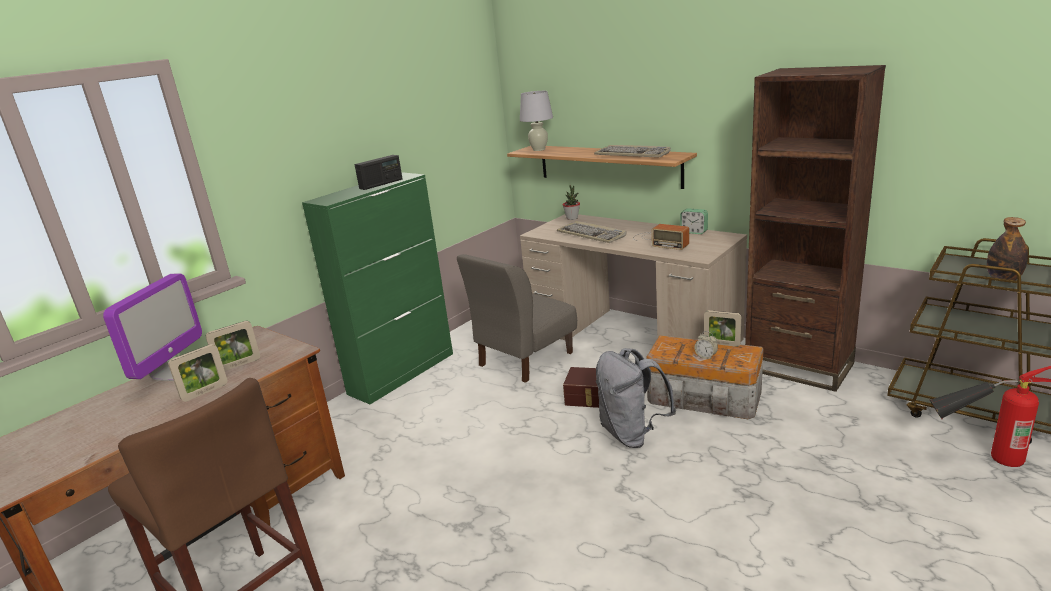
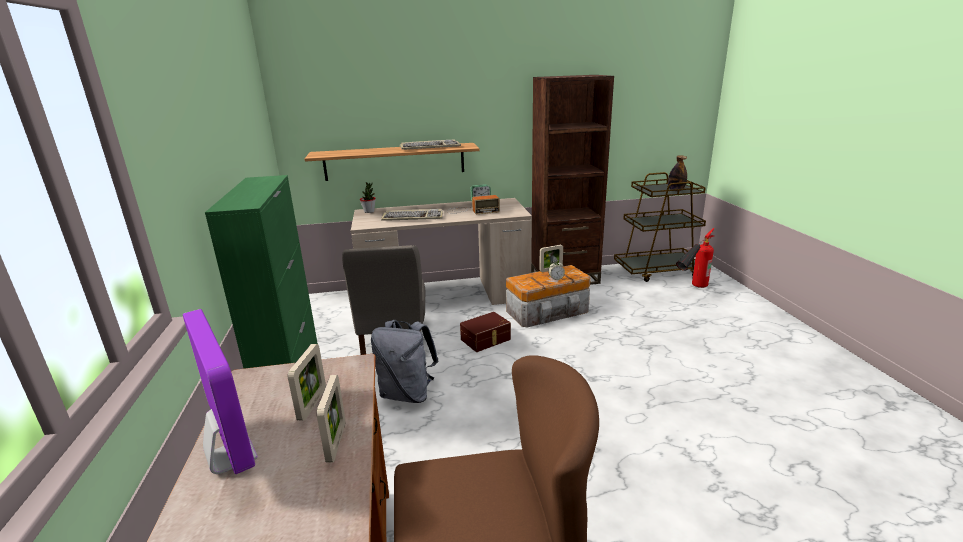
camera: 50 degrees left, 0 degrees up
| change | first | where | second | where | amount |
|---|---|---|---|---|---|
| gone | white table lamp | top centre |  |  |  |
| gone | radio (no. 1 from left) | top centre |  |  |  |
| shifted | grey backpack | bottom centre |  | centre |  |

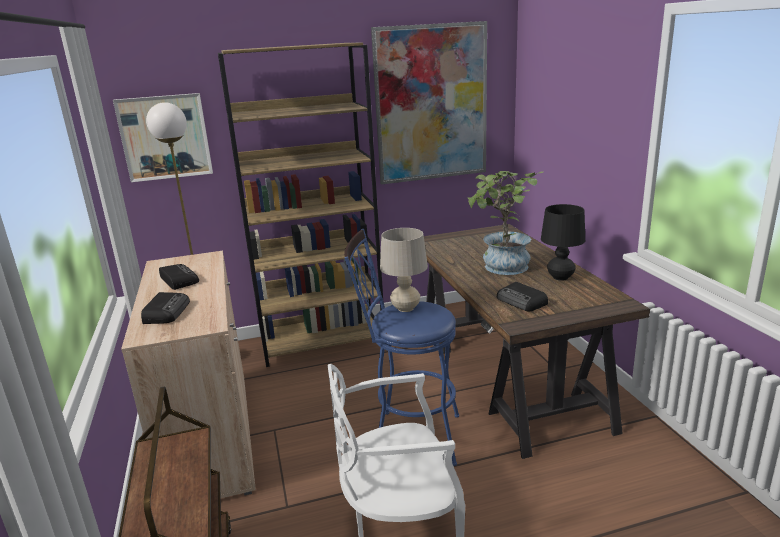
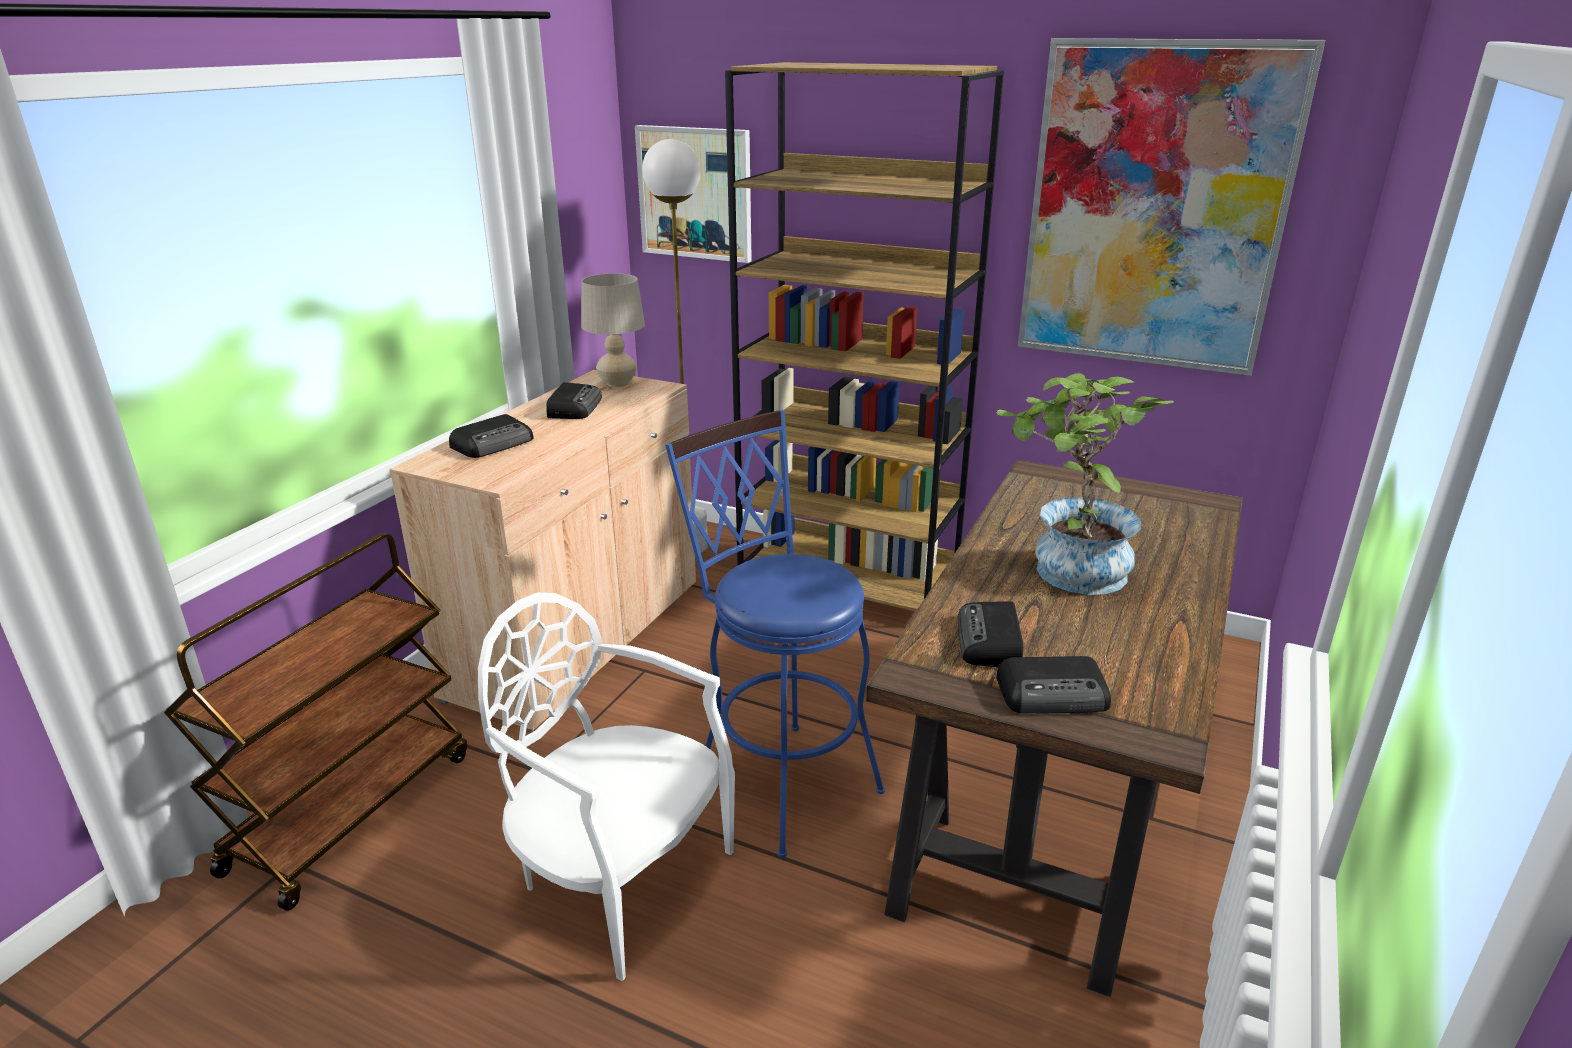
camera: 40 degrees right, 5 degrees up
| change | first | where | second | where | amount |
|---|---|---|---|---|---|
| gone | black table lamp | middle right |  |  |  |
| shifted | beige table lamp | centre |  | top centre |  |
| new |  |  | radio (no. 4 from left) | middle right |  |

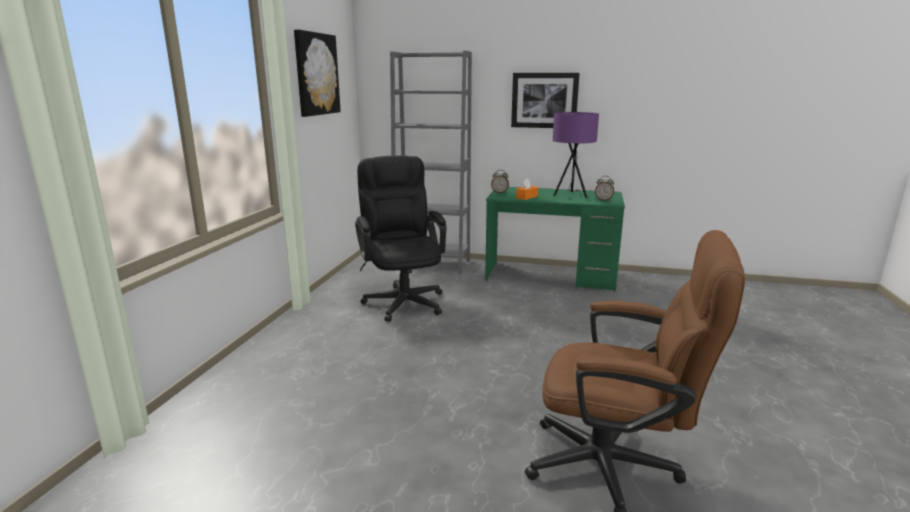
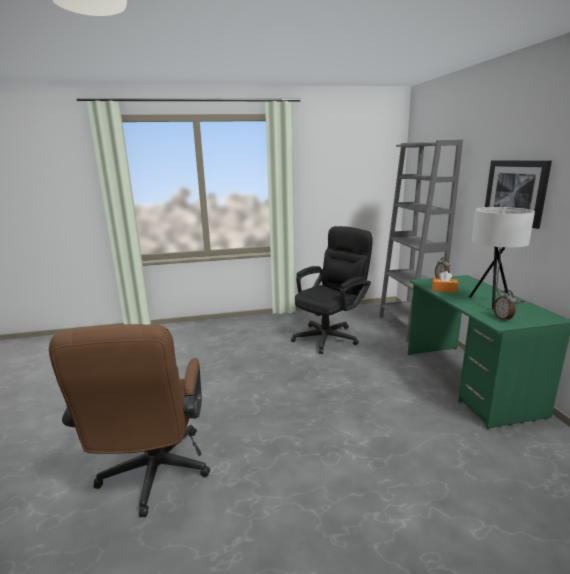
camera: 65 degrees right, 0 degrees up
| change | first | where | second | where | amount |
|---|---|---|---|---|---|
| gone | picture (no. 1 from left) | top centre |  |  |  |
| repainted | purple table lamp | top centre | white table lamp | middle right |  |

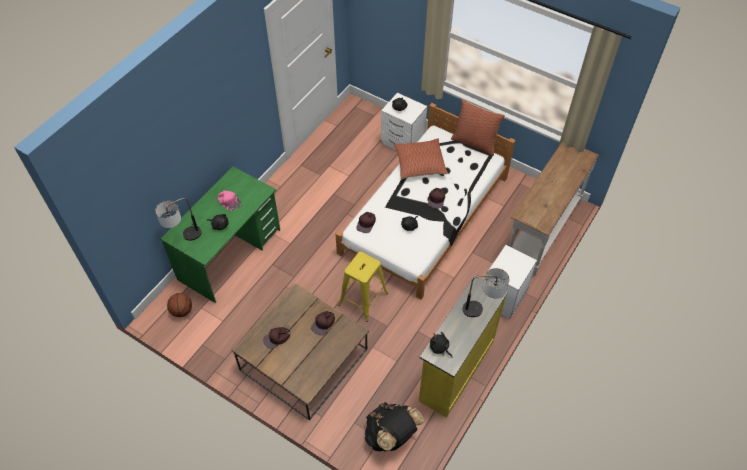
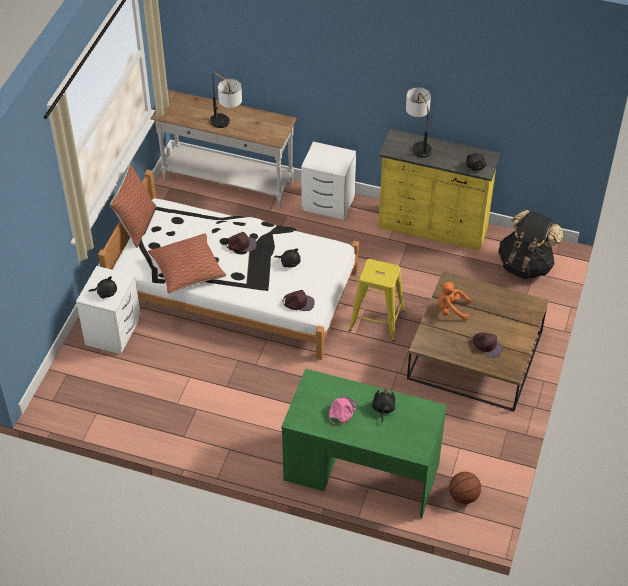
camera: 105 degrees left, 5 degrees down
| change | first | where | second | where | amount |
|---|---|---|---|---|---|
| shifted | table lamp (no. 1 from left) | middle left |  | top centre |  |
| swapped | brown cap (no. 2 from left) | bottom centre | orange plush toy | middle right |  |

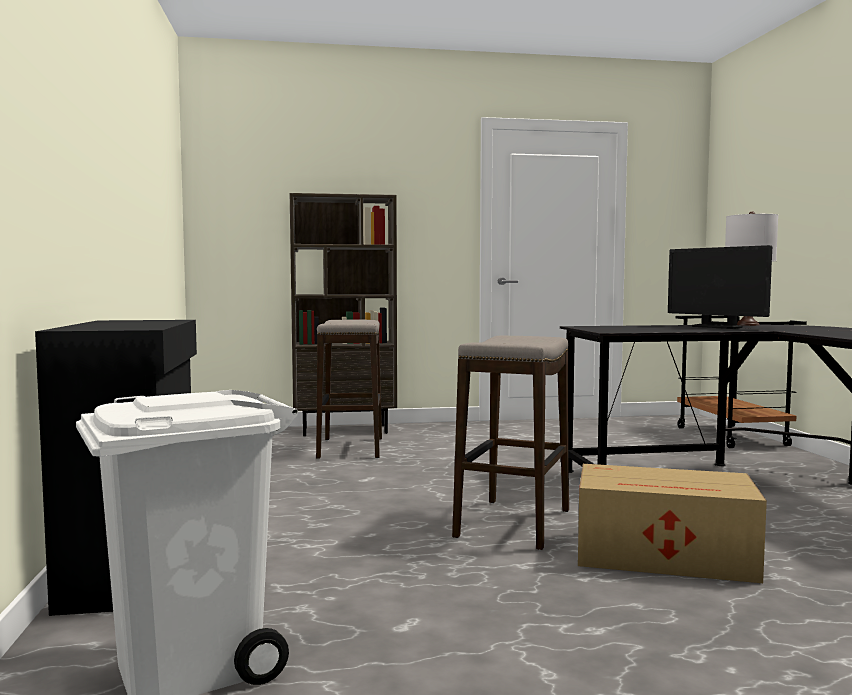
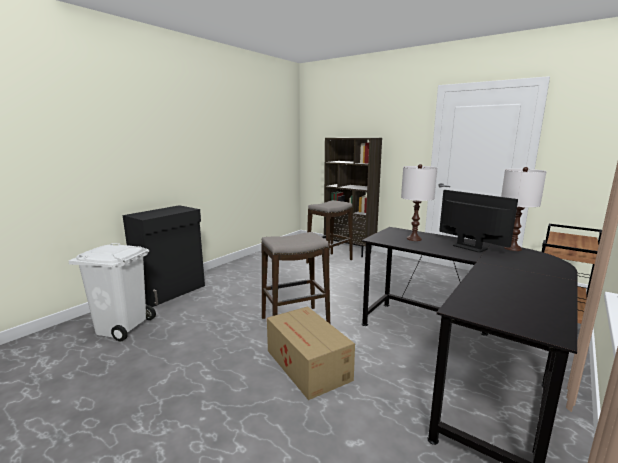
camera: 45 degrees right, 10 degrees up
| change | first | where | second | where | amount |
|---|---|---|---|---|---|
| rotated | monitor | middle right |  | middle right | 135 degrees clockwise |
| new |  |  | white table lamp (no. 1 from left) | middle right |  |

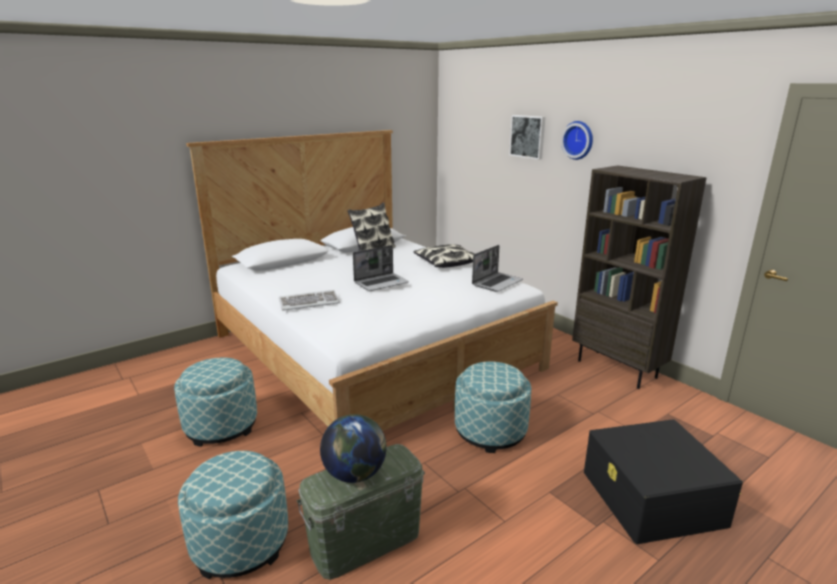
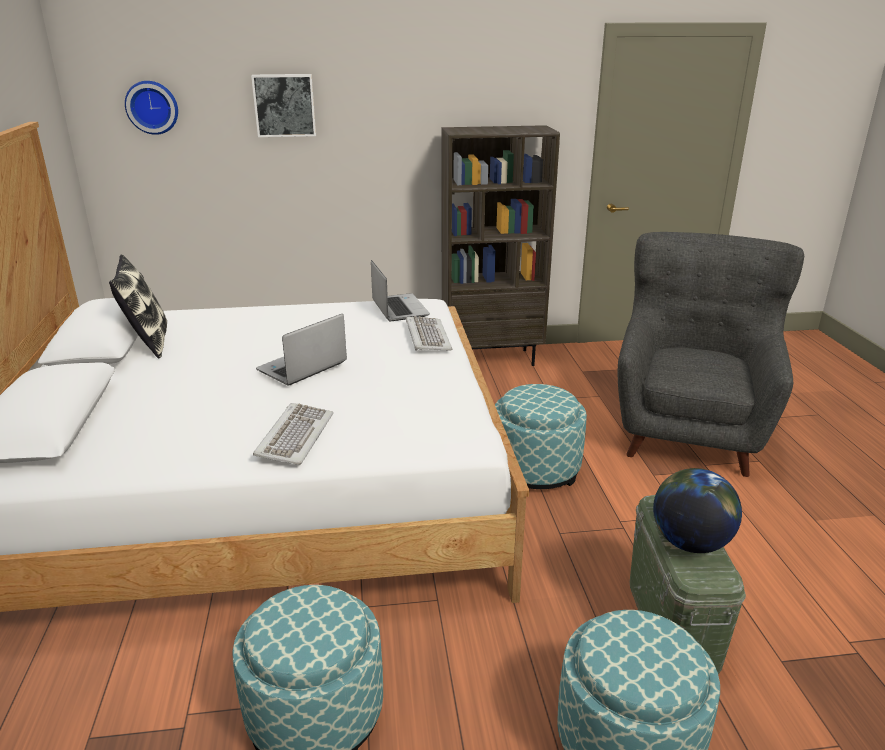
camera: 60 degrees left, 5 degrees up
| change | first | where | second | where | amount |
|---|---|---|---|---|---|
| shifted | wall clock | top right |  | top left |  |
| gone | pillow (no. 2 from left) | centre |  |  |  |
| rotated | laptop (no. 1 from left) | centre |  | centre | 135 degrees counterclockwise |
| swapped | black storage box | bottom right | grey armchair | middle right |  |
| new |  |  | keyboard (no. 2 from left) | centre |  |

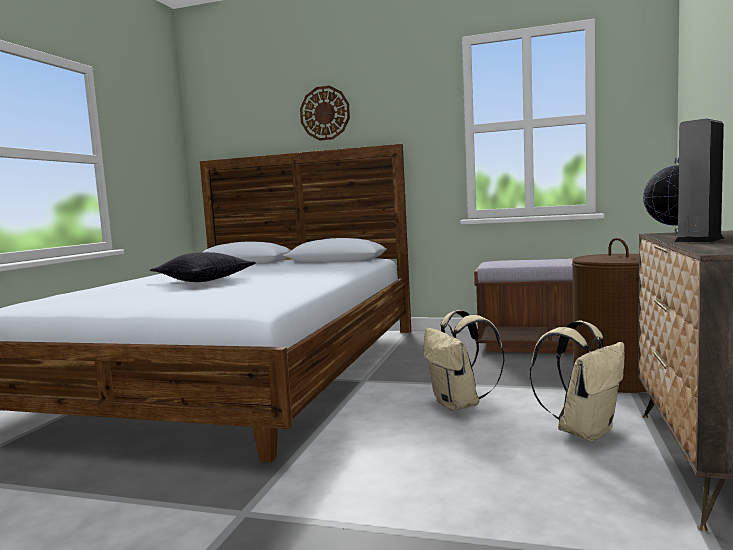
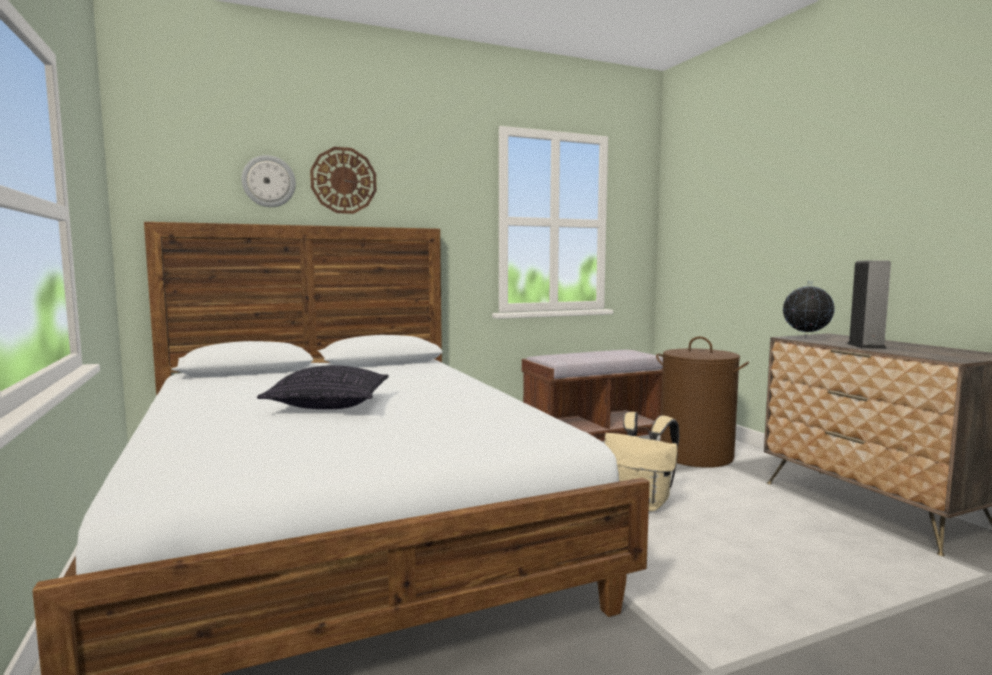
camera: 40 degrees left, 0 degrees up
| change | first | where | second | where | amount |
|---|---|---|---|---|---|
| gone | beige backpack (no. 2 from left) | bottom right |  |  |  |
| new |  |  | wall clock (no. 1 from left) | top left |  |

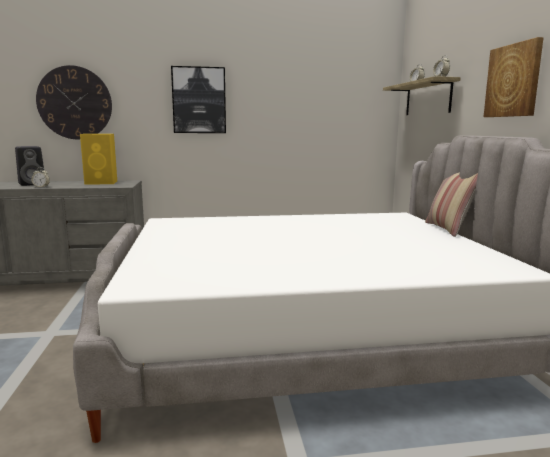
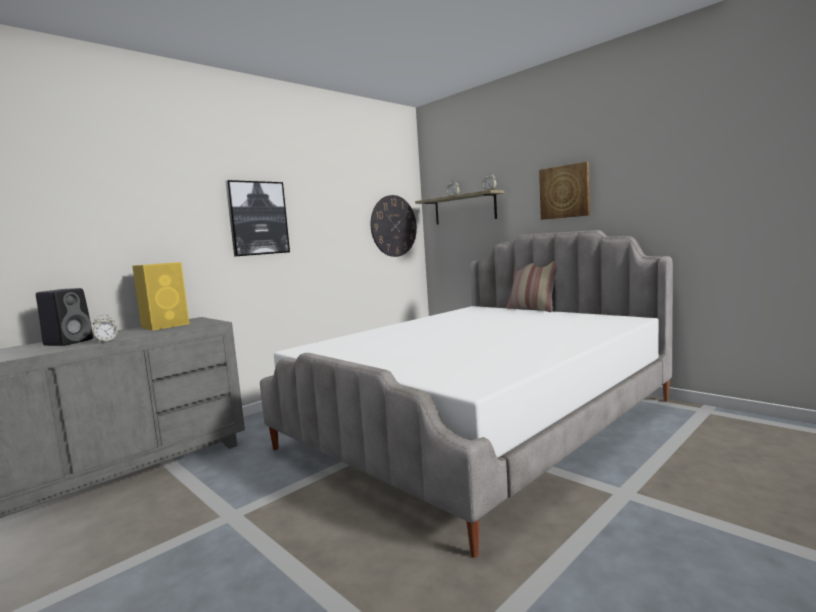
camera: 35 degrees left, 5 degrees down
| change | first | where | second | where | amount |
|---|---|---|---|---|---|
| shifted | wall clock | top left |  | centre |  |

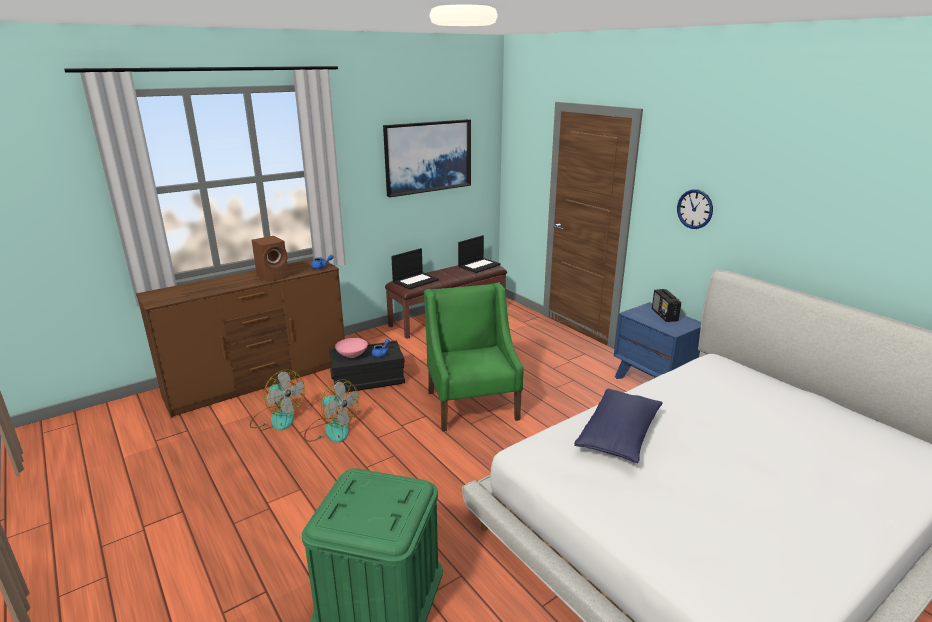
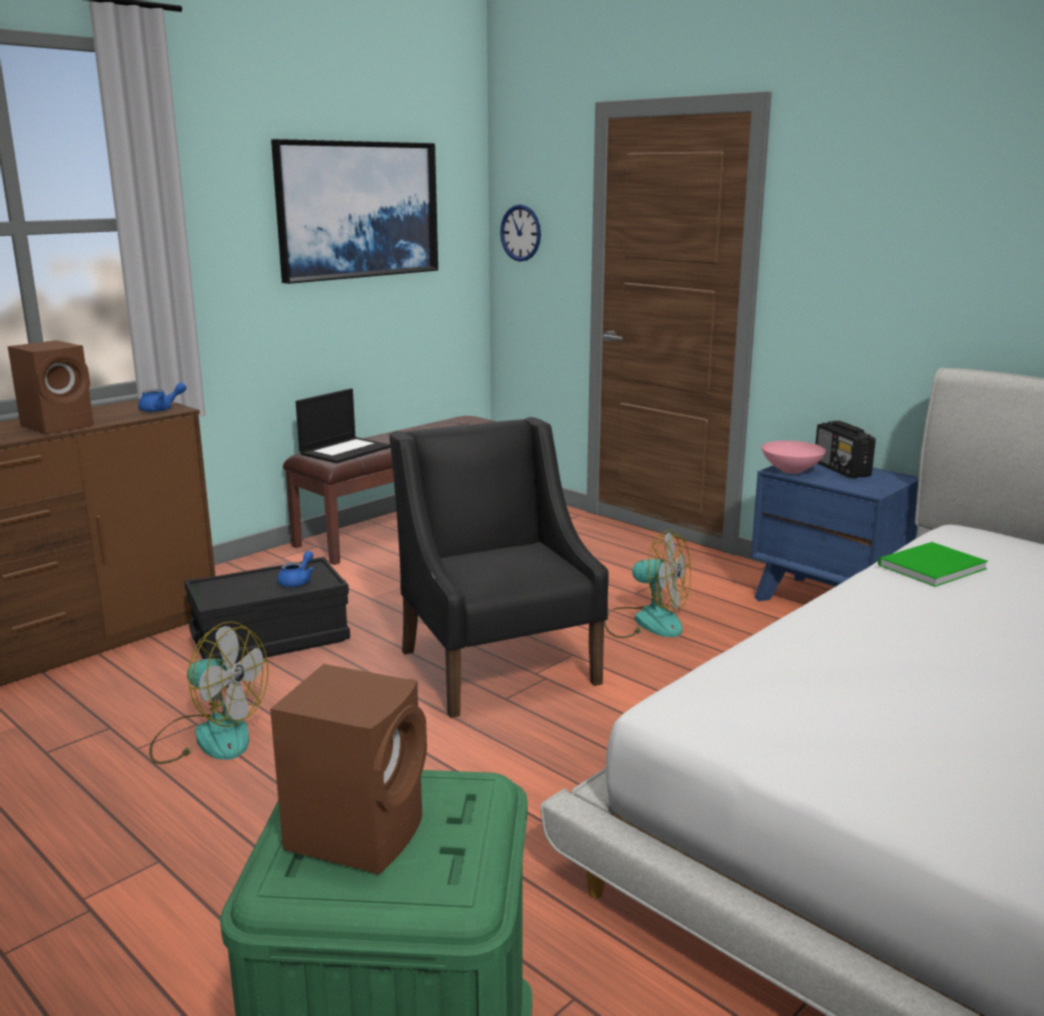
camera: 10 degrees left, 5 degrees down
| change | first | where | second | where | amount |
|---|---|---|---|---|---|
| shifted | wall clock | middle right |  | top centre |  |
| gone | laptop (no. 2 from left) | centre |  |  |  |
| repainted | green armchair | centre | black armchair | centre |  |
| shifted | pink bowl | centre |  | middle right |  |
| shifted | fan (no. 1 from left in the first image) | middle left | fan (no. 2 from left) | centre |  |
| gone | blue pillow | bottom centre |  |  |  |
| new |  |  | green book | middle right |  |
| new |  |  | brown speaker (no. 2 from left) | bottom centre |  |

